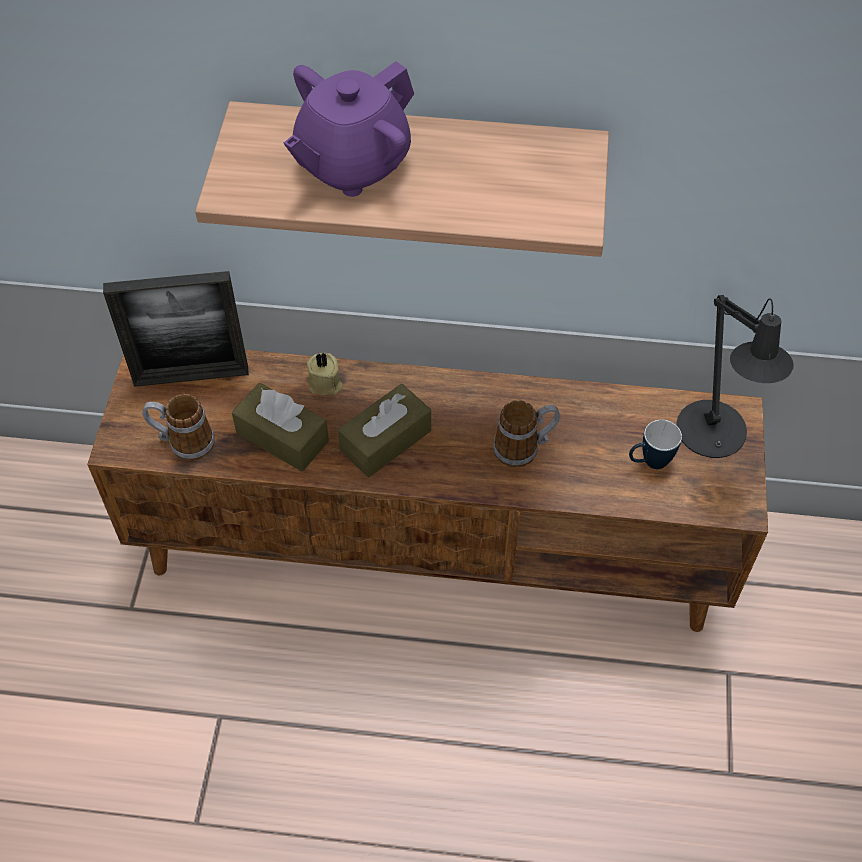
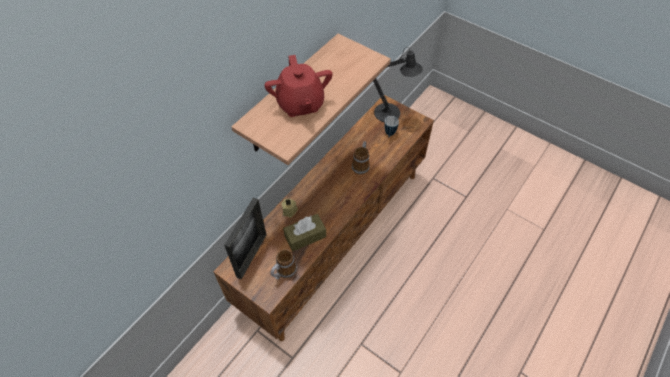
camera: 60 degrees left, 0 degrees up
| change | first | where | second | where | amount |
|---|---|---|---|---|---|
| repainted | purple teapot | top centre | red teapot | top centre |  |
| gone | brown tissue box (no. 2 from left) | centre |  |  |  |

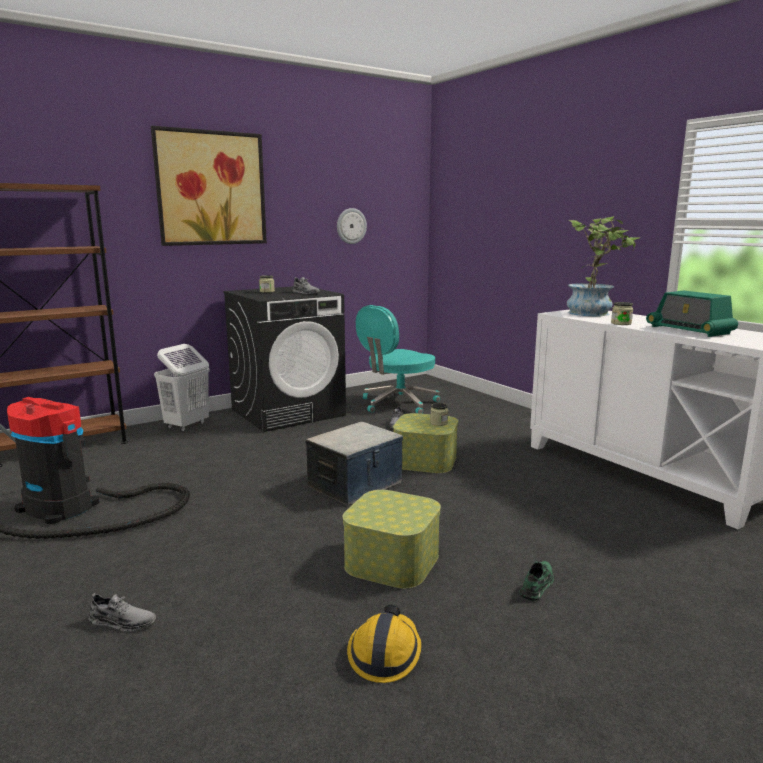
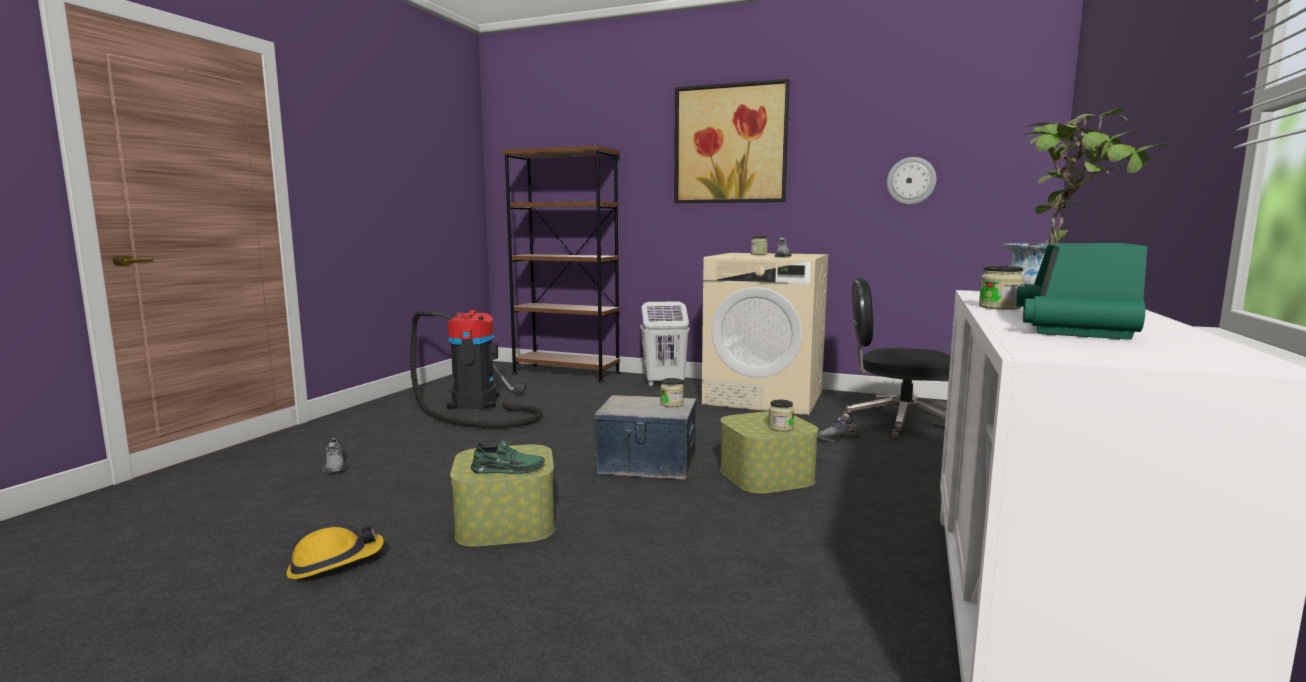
camera: 55 degrees right, 5 degrees down
| change | first | where | second | where | amount |
|---|---|---|---|---|---|
| repainted | black washing machine | centre | beige washing machine | centre |  |
| repainted | turquoise office chair | centre | black office chair | middle right |  |
| shifted | green shoe | bottom right |  | bottom centre |  |
| new |  |  | jar (no. 1 from left) | centre |  |

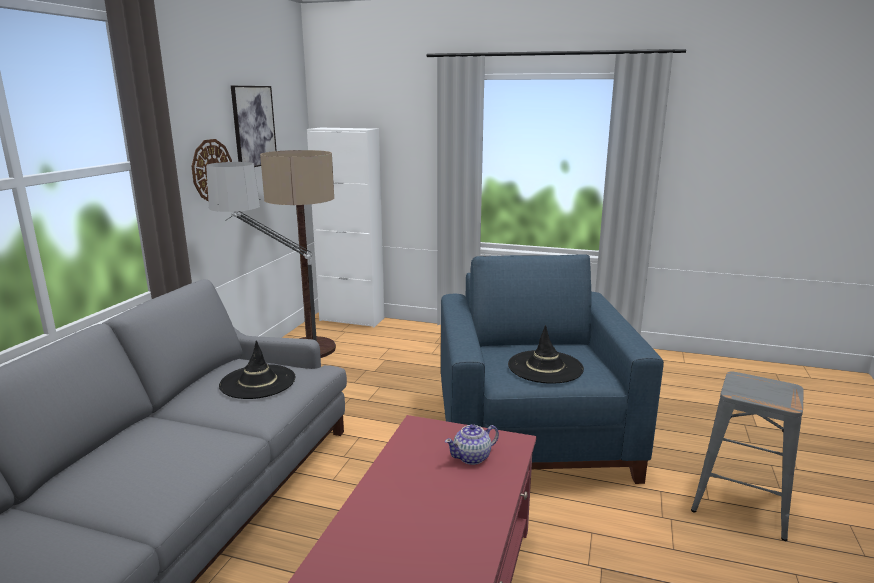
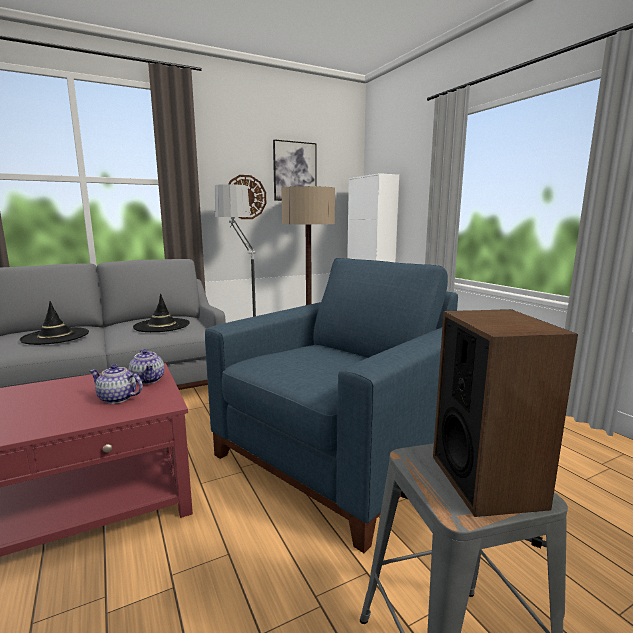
camera: 45 degrees right, 5 degrees down
| change | first | where | second | where | amount |
|---|---|---|---|---|---|
| shifted | black hat (no. 2 from left in the first image) | centre | black hat (no. 1 from left) | middle left |  |
| new |  |  | speaker | middle right |  |
| new |  |  | teapot (no. 2 from left) | middle left |  |

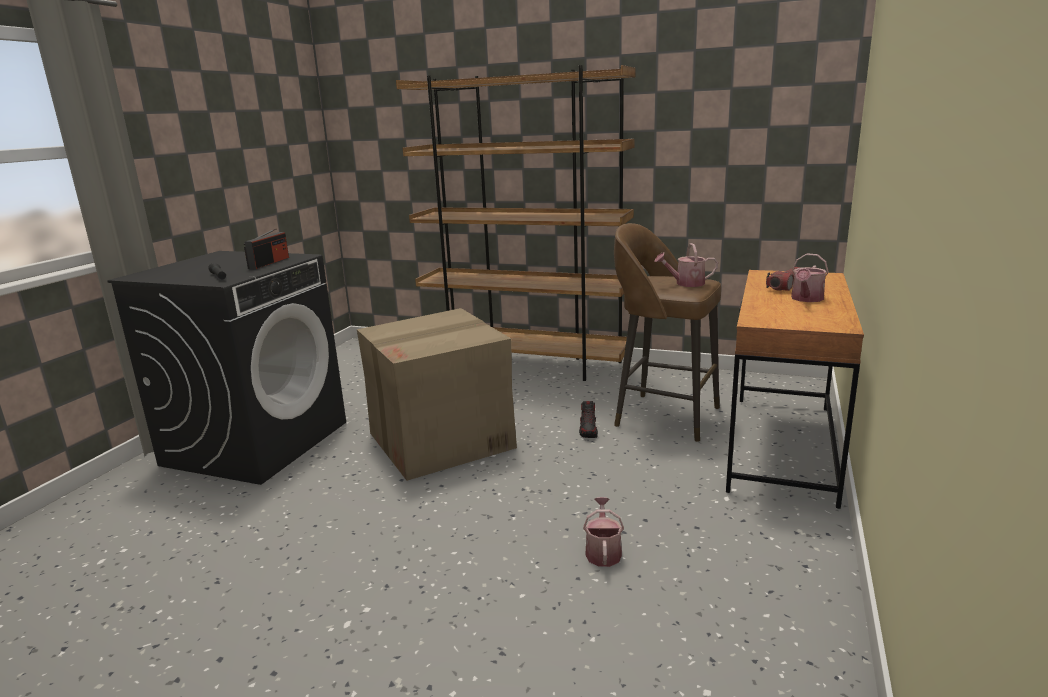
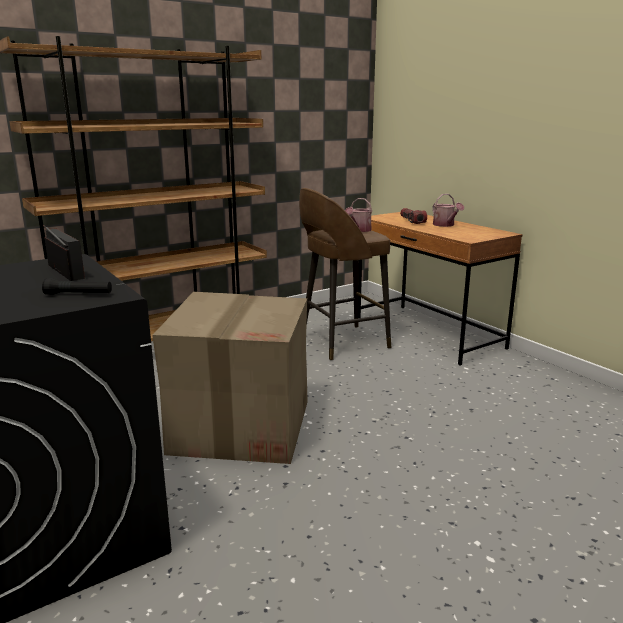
camera: 55 degrees left, 0 degrees up
| change | first | where | second | where | amount |
|---|---|---|---|---|---|
| gone | shoe | centre |  |  |  |
| gone | watering can (no. 1 from left) | bottom centre |  |  |  |

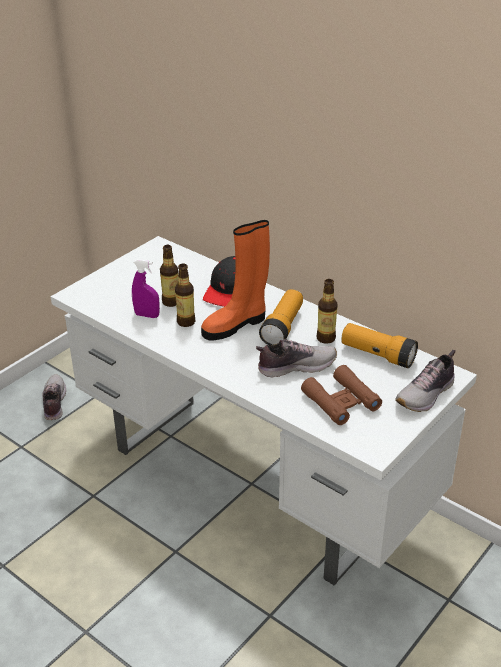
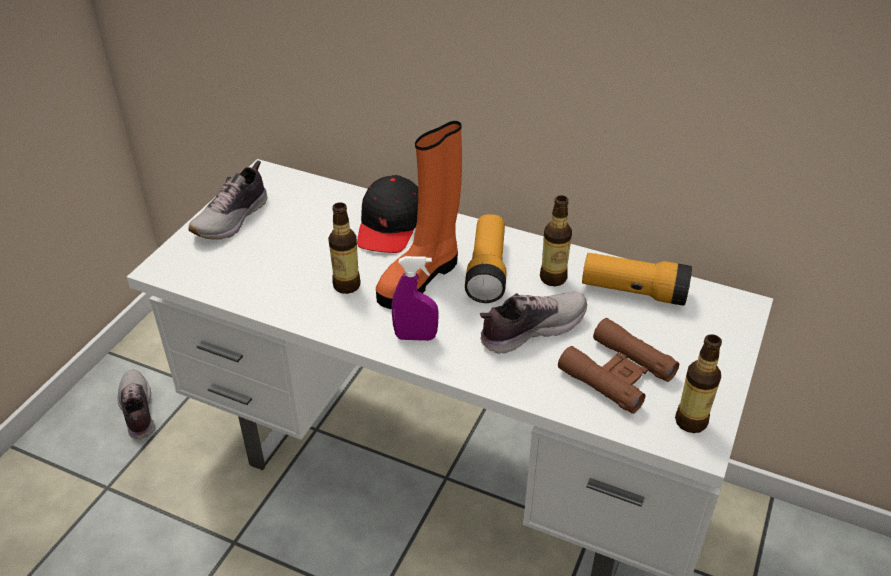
camera: 15 degrees left, 5 degrees up
| change | first | where | second | where | amount |
|---|---|---|---|---|---|
| shifted | bottle (no. 1 from left in the first image) | centre | bottle (no. 3 from left) | middle right |  |
| shifted | purple spray bottle | middle left |  | centre |  |
| shifted | shoe (no. 3 from left in the first image) | middle right | shoe (no. 2 from left) | middle left |  |

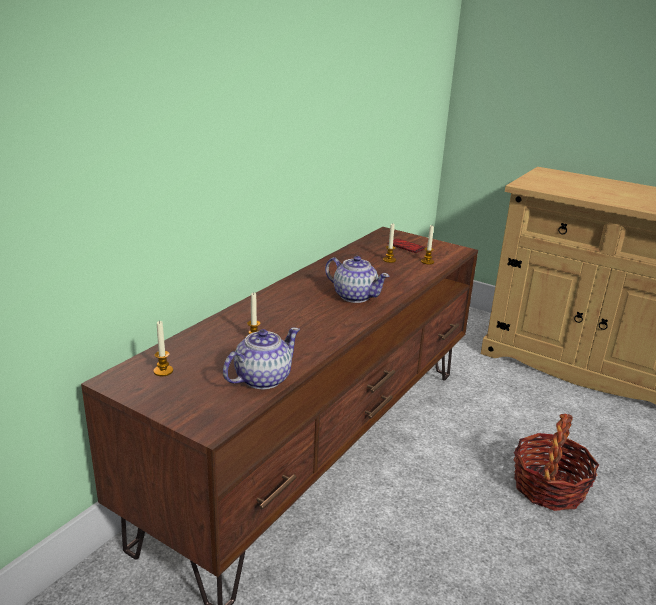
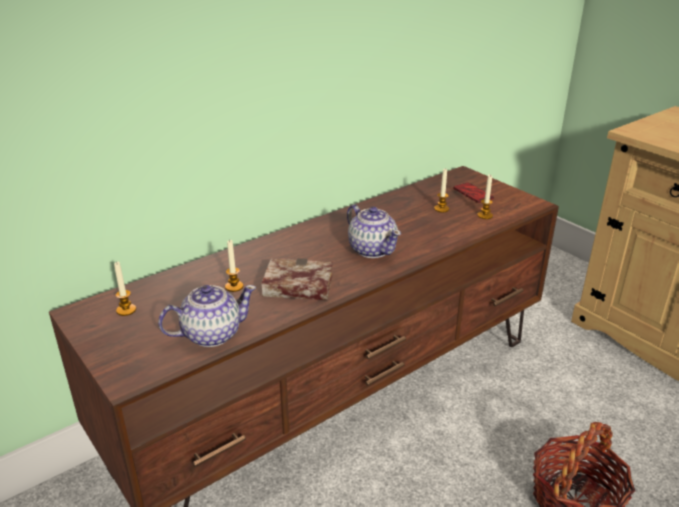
camera: 20 degrees right, 5 degrees up
| change | first | where | second | where | amount |
|---|---|---|---|---|---|
| new |  |  | book | centre |  |

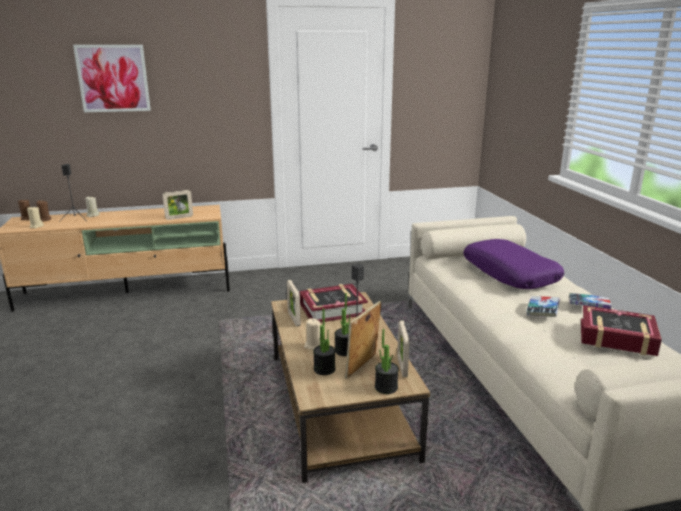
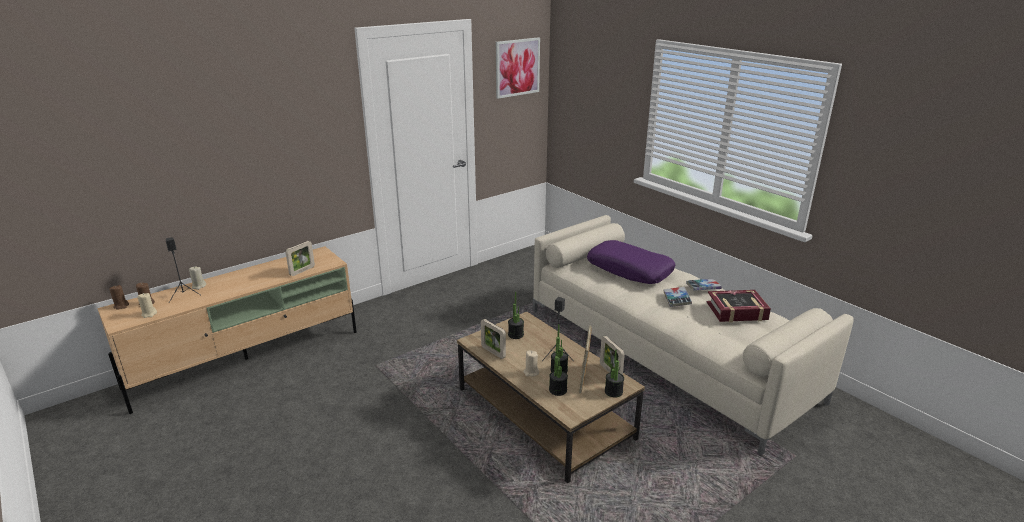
camera: 25 degrees left, 5 degrees up
| change | first | where | second | where | amount |
|---|---|---|---|---|---|
| shifted | picture | top left |  | top centre |  |
| swapped | book (no. 1 from left) | centre | potted plant (no. 1 from left) | centre |  |

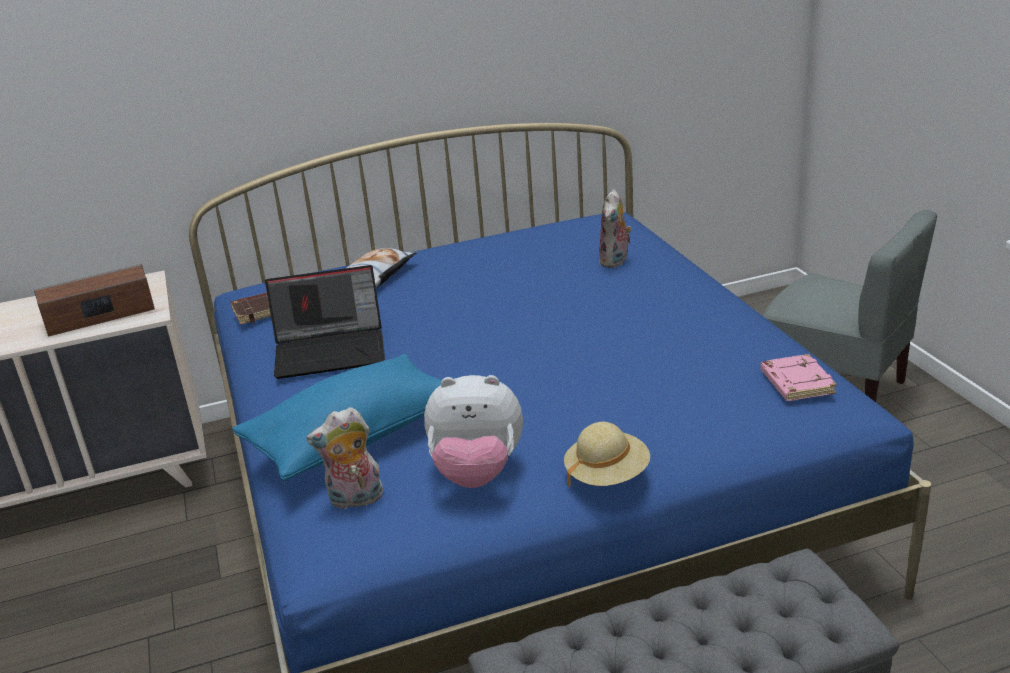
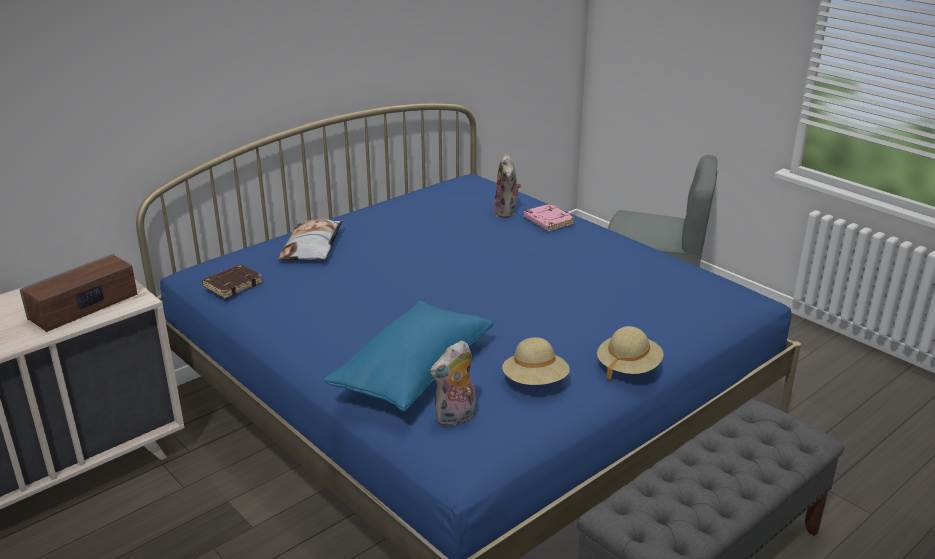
camera: 25 degrees left, 0 degrees up
| change | first | where | second | where | amount |
|---|---|---|---|---|---|
| gone | laptop | middle left |  |  |  |
| shifted | pink book | middle right |  | centre |  |
| swapped | plush toy (no. 2 from left) | centre | beige hat (no. 1 from left) | centre |  |

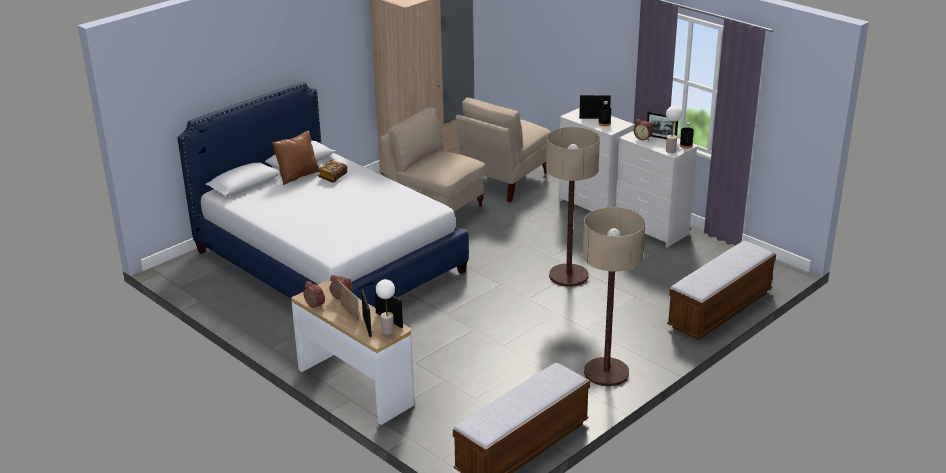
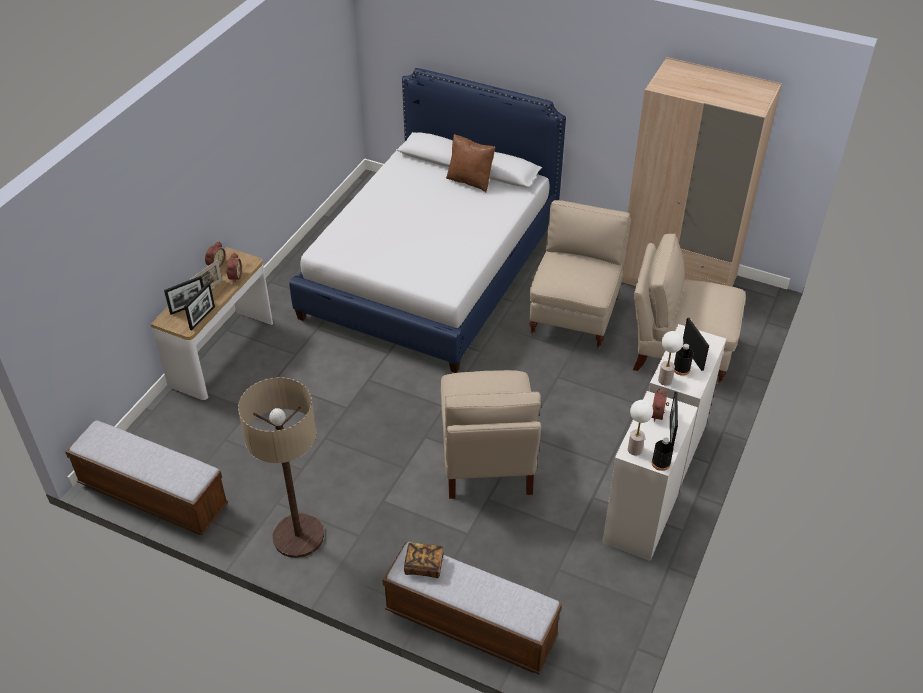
camera: 70 degrees right, 15 degrees up
| change | first | where | second | where | amount |
|---|---|---|---|---|---|
| swapped | floor lamp (no. 1 from left) | centre | beige chair (no. 1 from left) | centre |  |
| shifted | book | centre |  | bottom centre |  |
| shifted | table lamp (no. 1 from left in the first image) | centre | table lamp (no. 2 from left) | middle right |  |

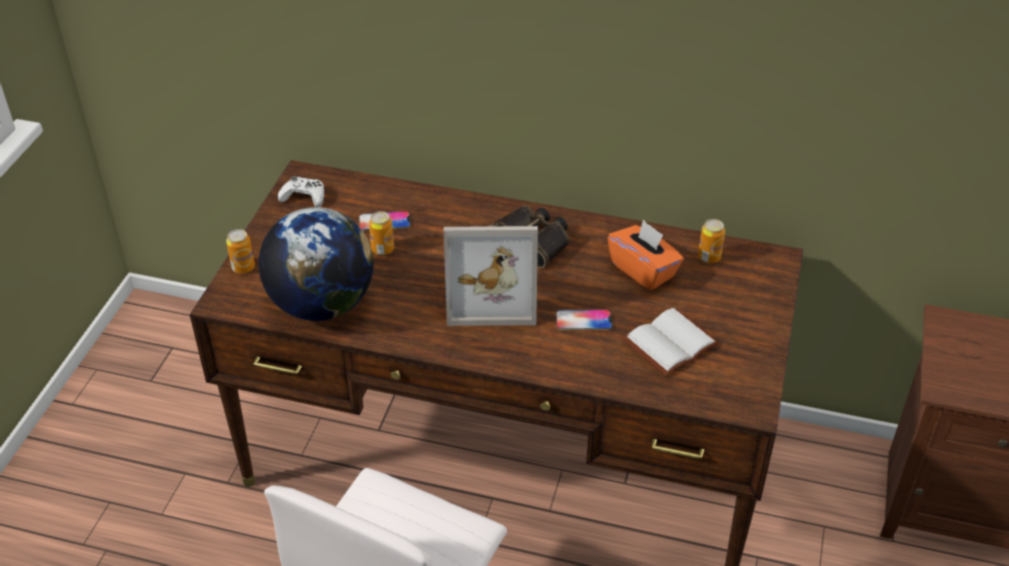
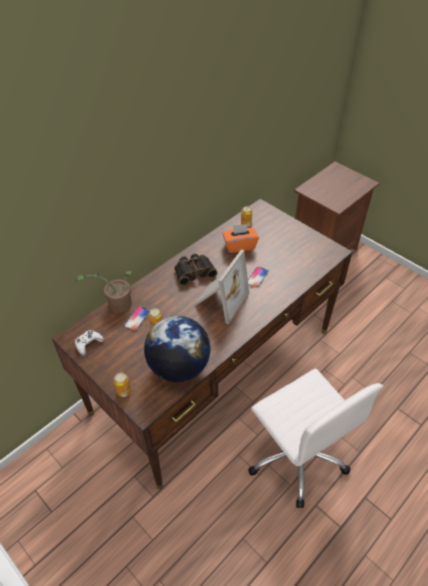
camera: 60 degrees left, 5 degrees up
| change | first | where | second | where | amount |
|---|---|---|---|---|---|
| gone | white book | centre |  |  |  |
| new |  |  | potted plant | middle left |  |

